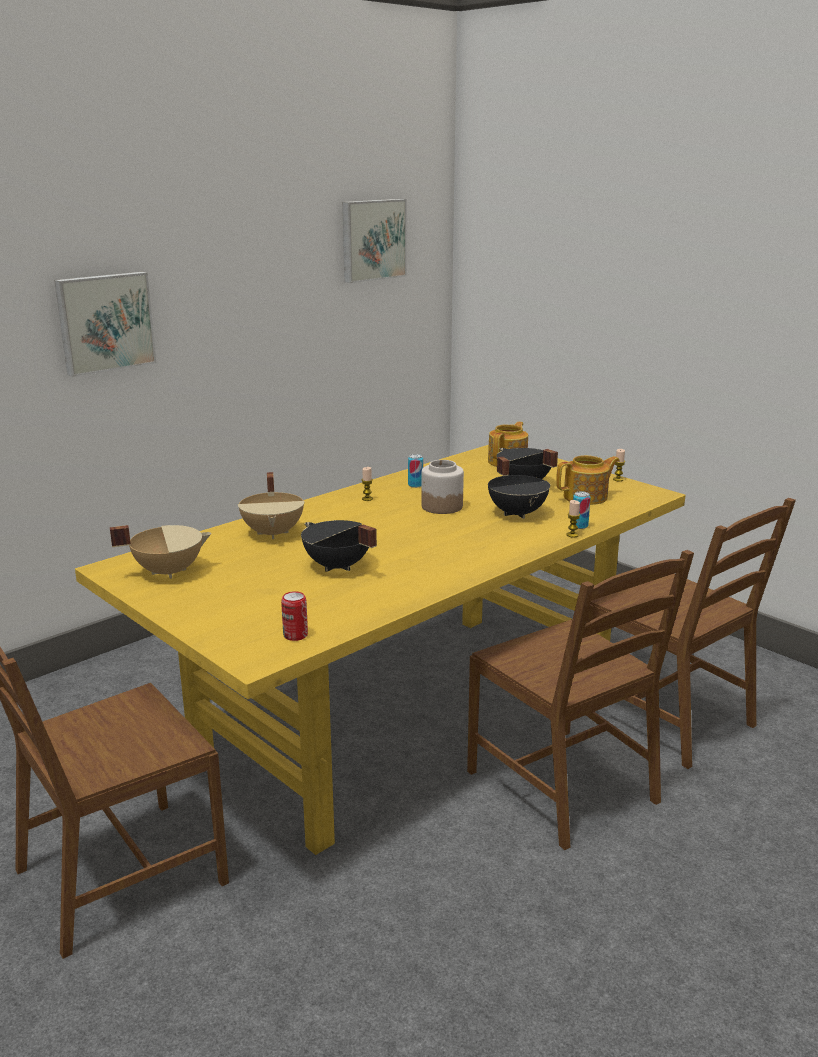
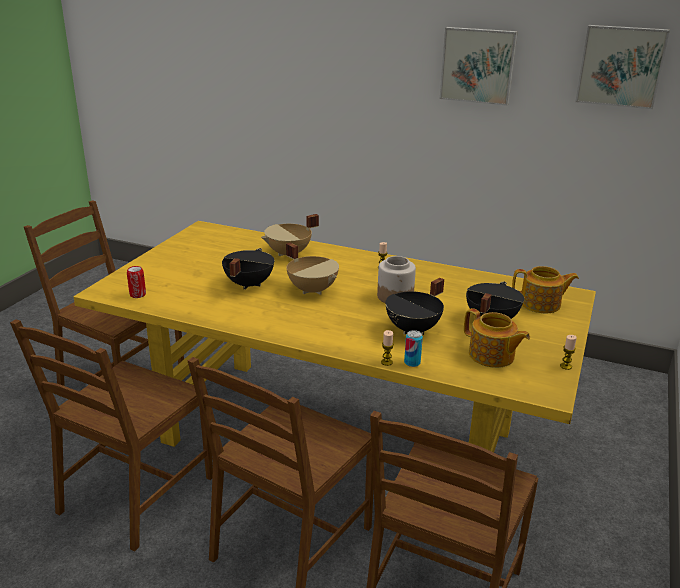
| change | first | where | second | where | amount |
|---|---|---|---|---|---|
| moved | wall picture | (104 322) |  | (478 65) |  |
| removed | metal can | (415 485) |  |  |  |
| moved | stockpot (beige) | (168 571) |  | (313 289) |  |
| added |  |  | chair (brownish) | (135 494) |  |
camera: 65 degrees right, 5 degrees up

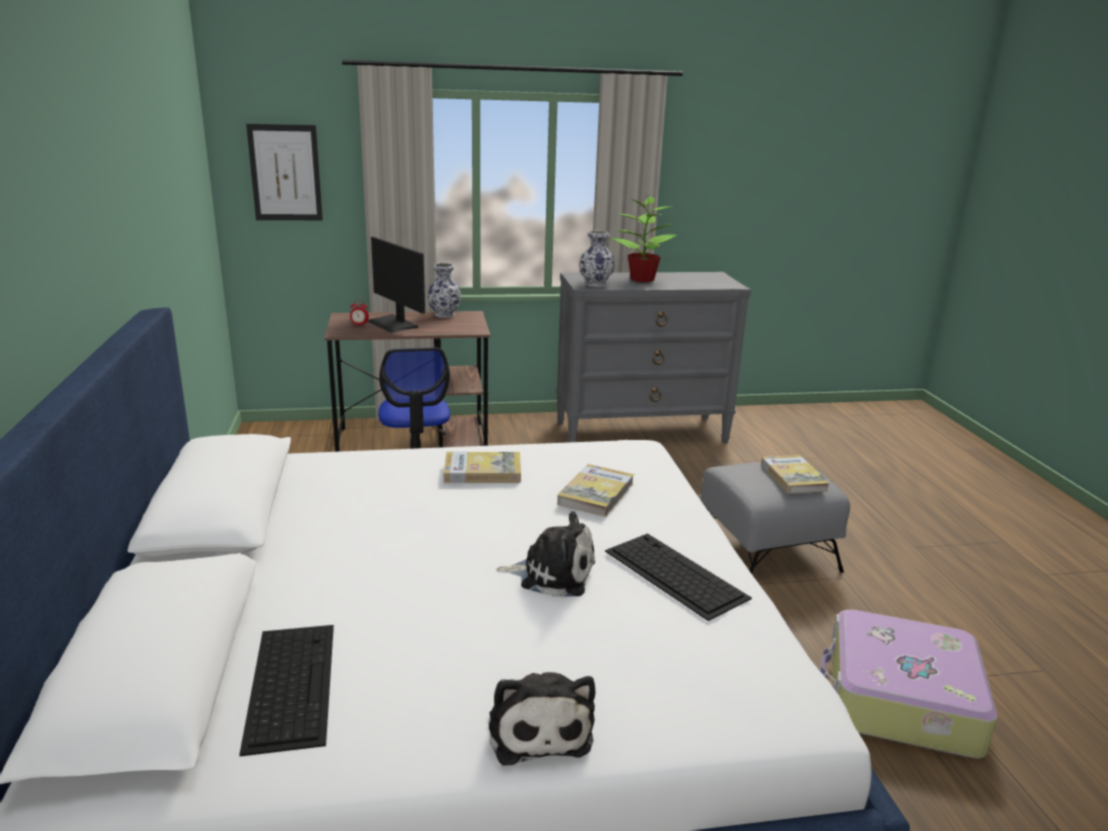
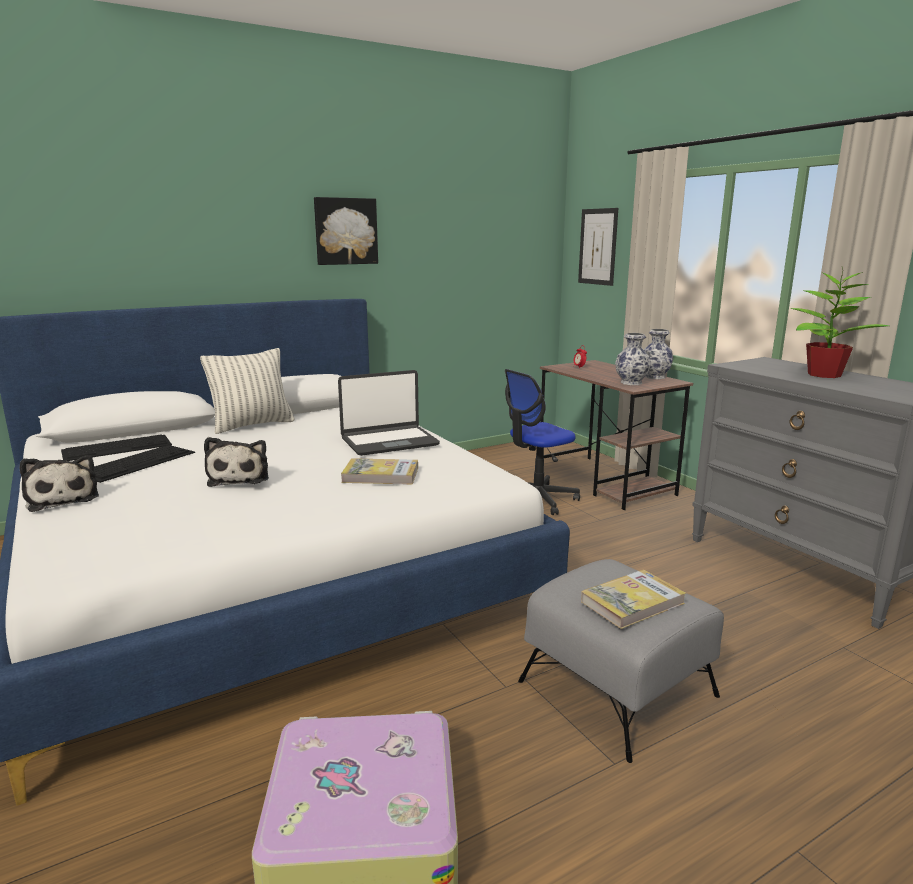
| change | first | where | second | where | amount |
|---|---|---|---|---|---|
| moved | vase | (595 284) |  | (630 383) |  |
| removed | computer screen | (393 324) |  |  |  |
| replaced | bound book | (482 471) | portable computer | (389 442) |  |
| moved | keyboard | (673 573) |  | (138 462) |  |
| turned | soft toy | (538 728) |  | (63 498) | 90 degrees counterclockwise |
| added |  |  | wall picture | (345 231) |  |
| added |  |  | pillow | (252 425) |  |
camera: 70 degrees right, 5 degrees down

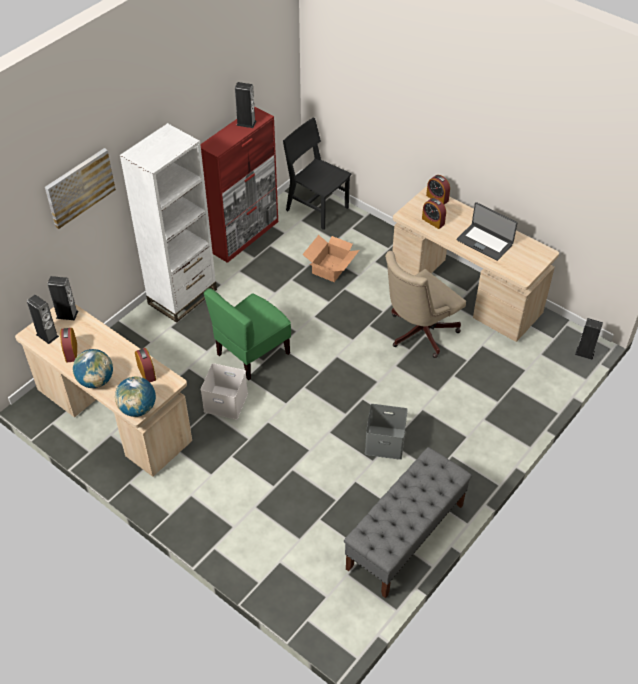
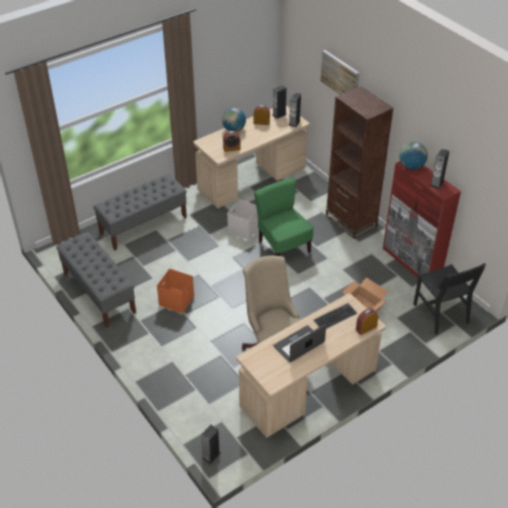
| change | first | where | second | where | amount |
|---|---|---|---|---|---|
| turned | chair (blackish) | (317 208) |  | (440 313) | 105 degrees clockwise |
| recoloured | bookshelf (white-coloured) | (182 296) | bookshelf (brownish) | (351 221) |  |
| replaced | alarm clock | (433 221) | keyboard | (335 317) |  |
| moved | world globe | (138 408) |  | (411 166) |  |
| recoloured | storage box (greyish) | (384 443) | storage box (orange) | (176 299) |  |
| added |  |  | bench (greyish) | (143 225) |  |
camera: 105 degrees right, 5 degrees down

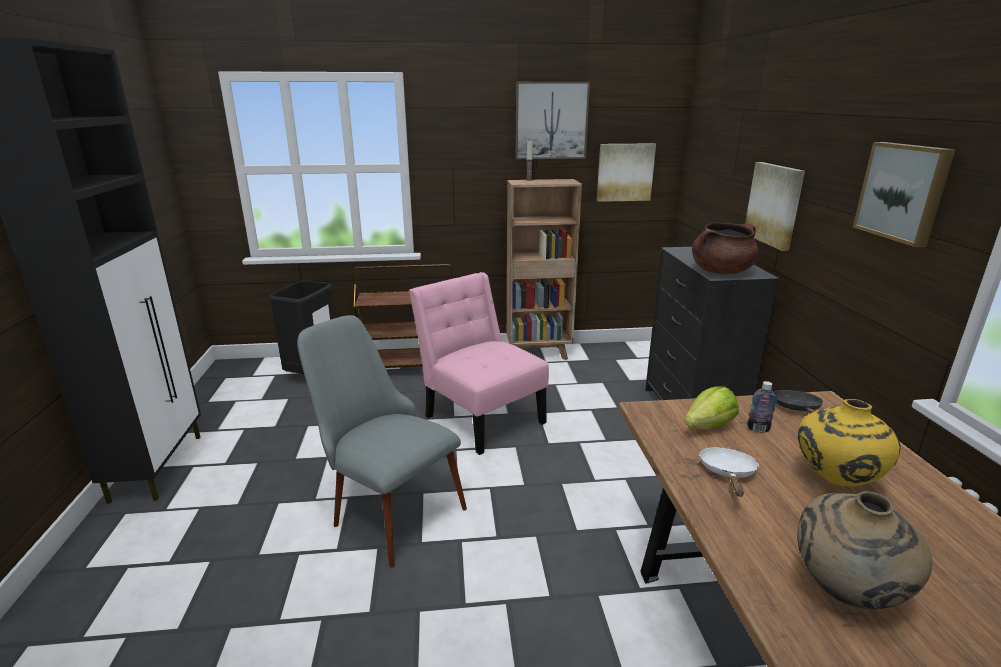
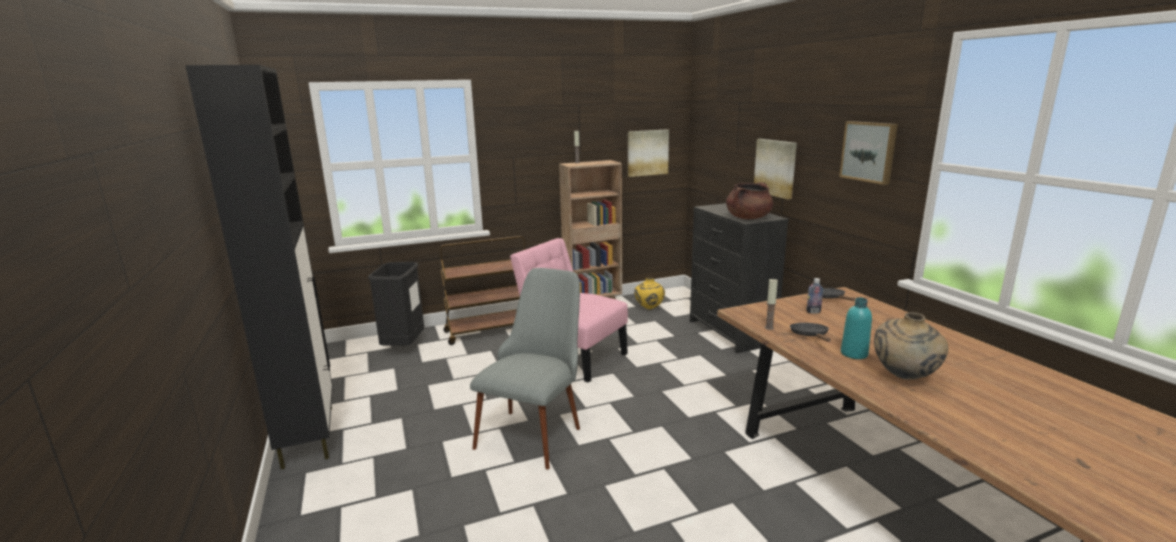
| change | first | where | second | where | amount |
|---|---|---|---|---|---|
| removed | wall picture | (551 121) |  |  |  |
| turned | chair (greyish) | (386 507) |  | (536 428) | 90 degrees clockwise |
| removed | head of lettuce | (708 426) |  |  |  |
| moved | vase (yellowish) | (835 482) |  | (649 309) |  |
| recoloured | pan (white-coloured) | (728 473) | pan (blackish) | (810 336) |  |
| added |  |  | candle | (769 328) |  |
| added |  |  | drink bottle (blue-green) | (854 354) |  |
camera: 15 degrees left, 5 degrees down

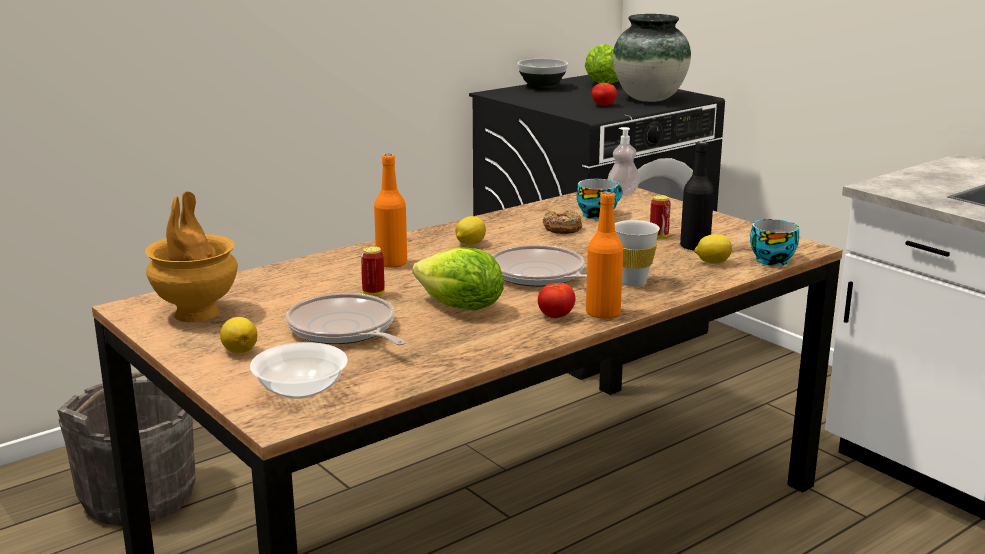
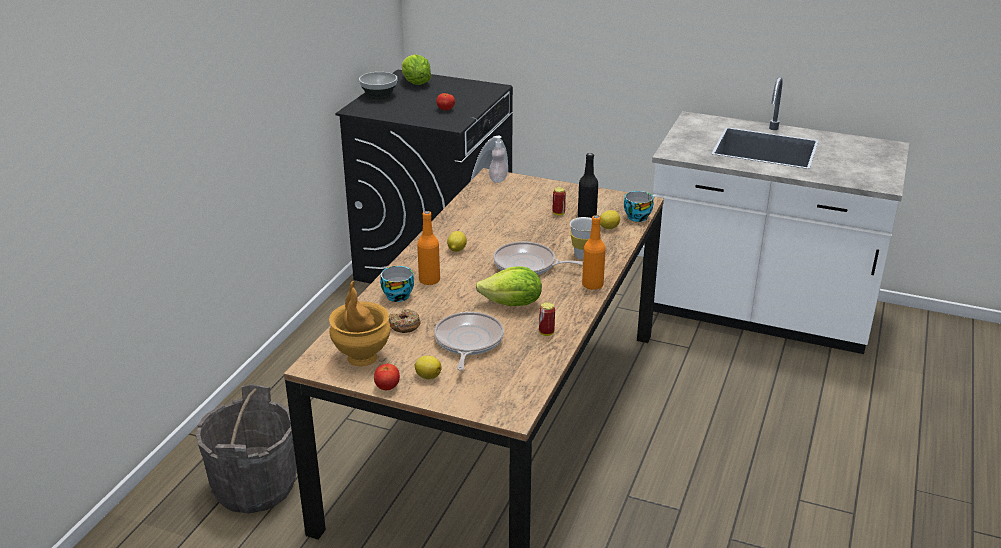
| change | first | where | second | where | amount |
|---|---|---|---|---|---|
| removed | vase | (649 99) |  |  |  |
| moved | small cup | (598 214) |  | (398 295) |  |
| moved | donut | (562 228) |  | (404 325) |  |
| moved | metal can | (373 294) |  | (546 333) |  |
| moved | fresh tomato | (556 316) |  | (387 387) |  |
| turned | pan | (344 330) |  | (468 342) | 75 degrees clockwise |
| removed | serving bowl | (301 389) |  |  |  |
camera: 30 degrees left, 10 degrees up

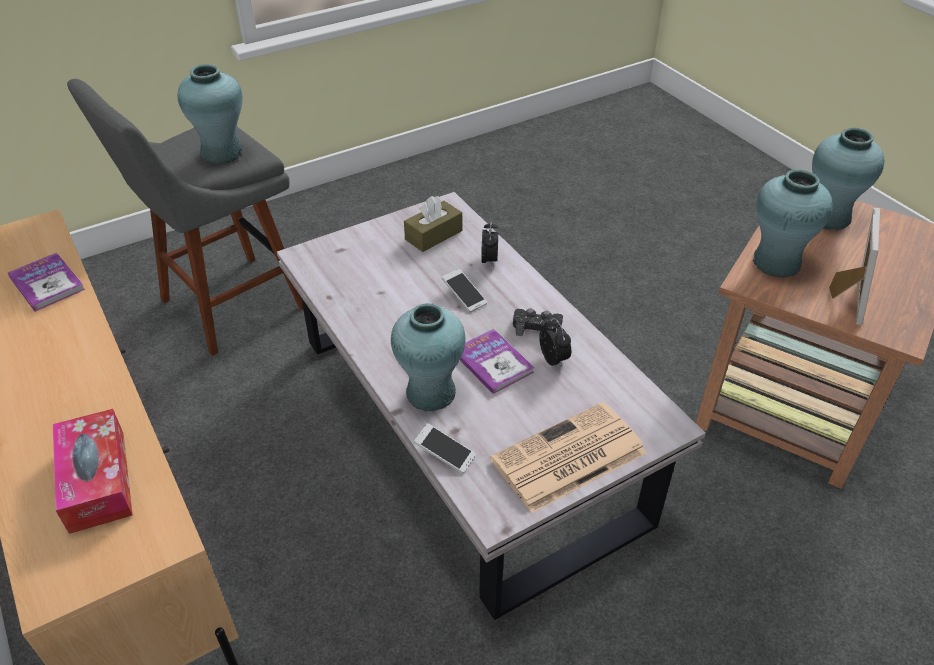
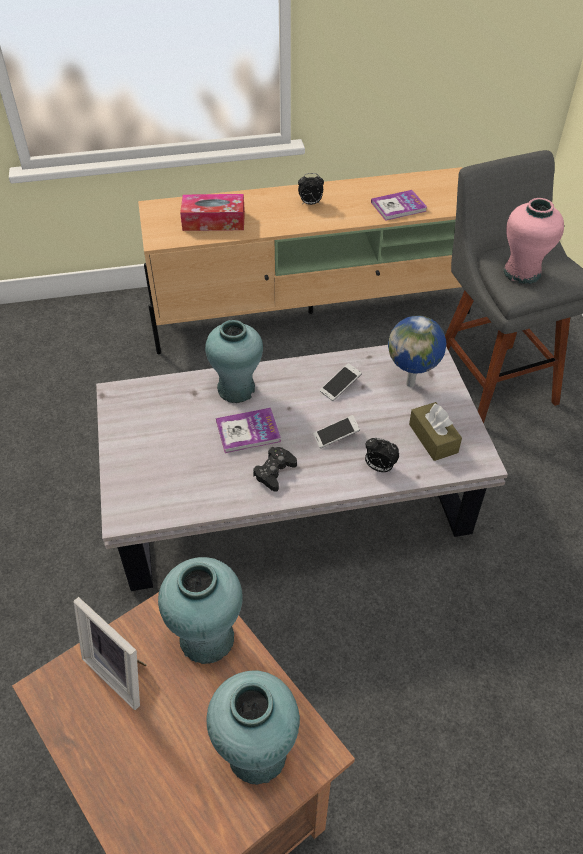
| change | first | where | second | where | amount |
|---|---|---|---|---|---|
| recoloured | vase (blue-green) | (222 152) | vase (pinkish) | (522 273) |  |
| moved | alarm clock | (554 359) |  | (310 203) |  |
| removed | newspaper | (567 458) |  |  |  |
| moved | telephone | (445 454) |  | (340 386) |  |
| added |  |  | world globe | (411 383) |  |
camera: 110 degrees right, 5 degrees up

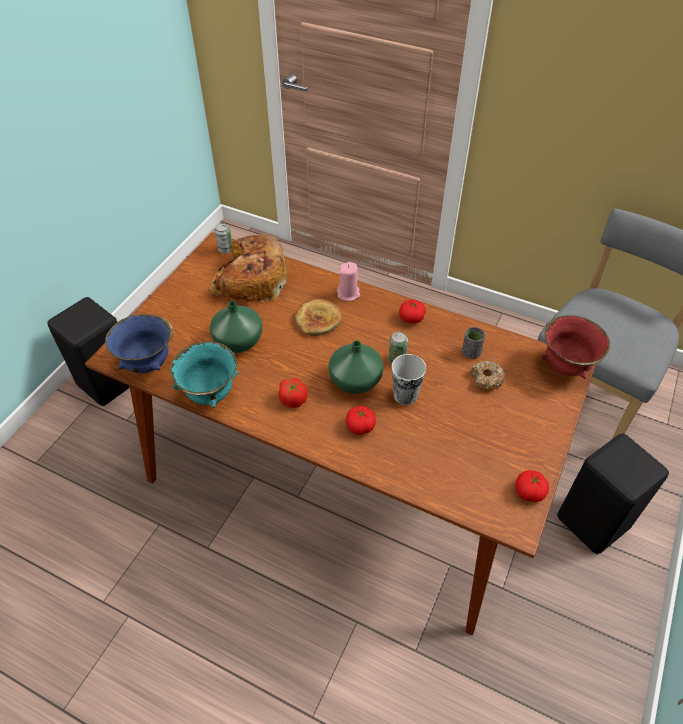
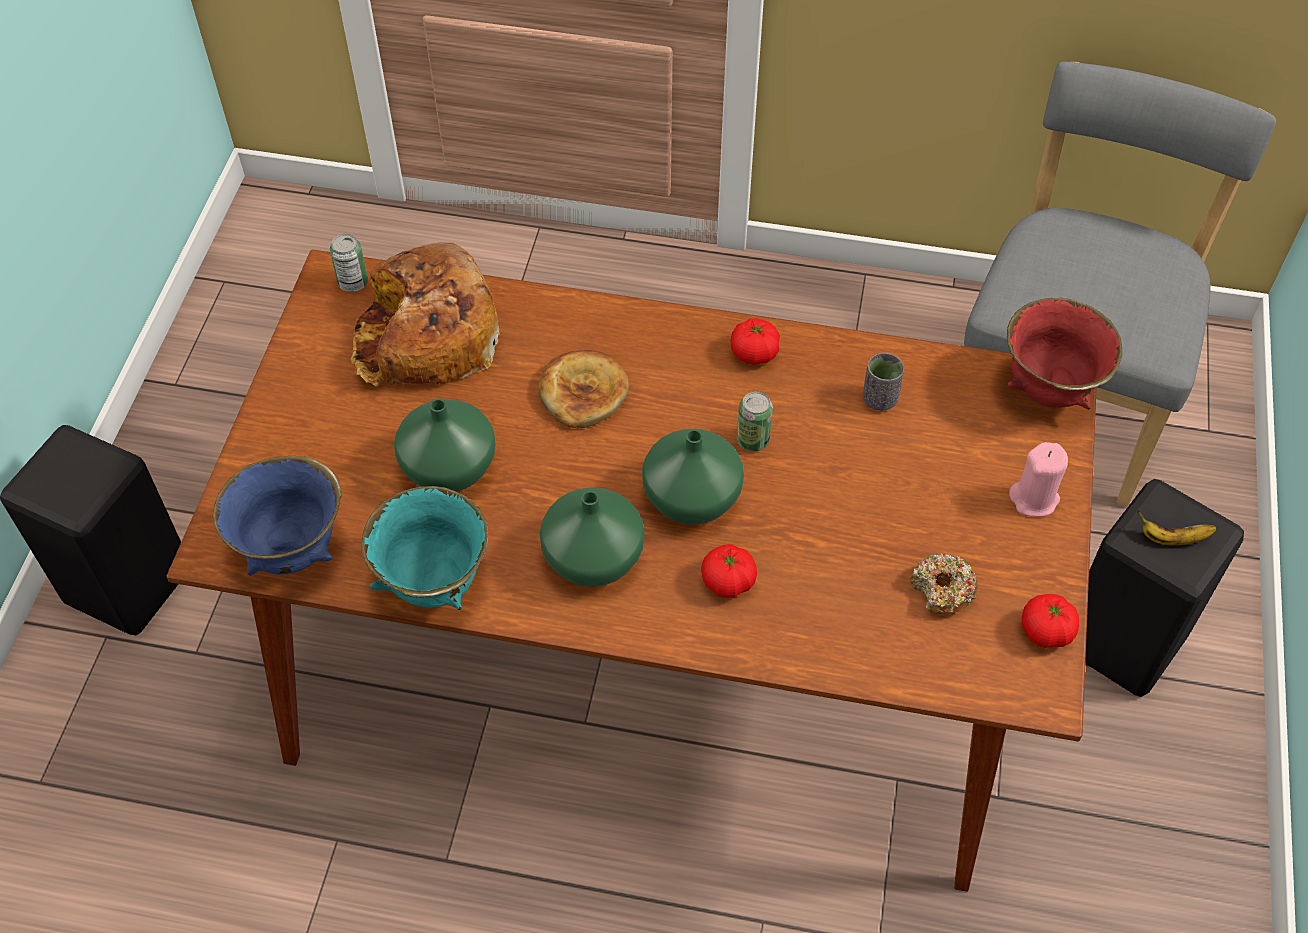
| change | first | where | second | where | amount |
|---|---|---|---|---|---|
| moved | candle (pinkish) | (348 294) |  | (1034 498) |  |
| removed | small cup | (405 395) |  |  |  |
| moved | donut | (486 379) |  | (942 590) |  |
| replaced | fresh tomato | (293 399) | vase (greenish) | (591 558) |  |
| added |  |  | banana | (1172 539) |  |
camera: 15 degrees left, 5 degrees up

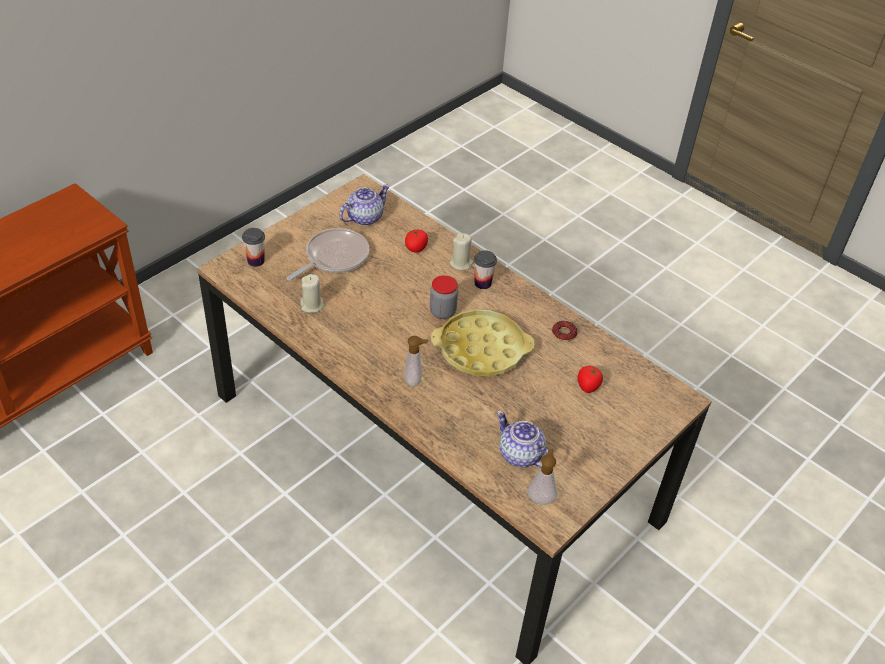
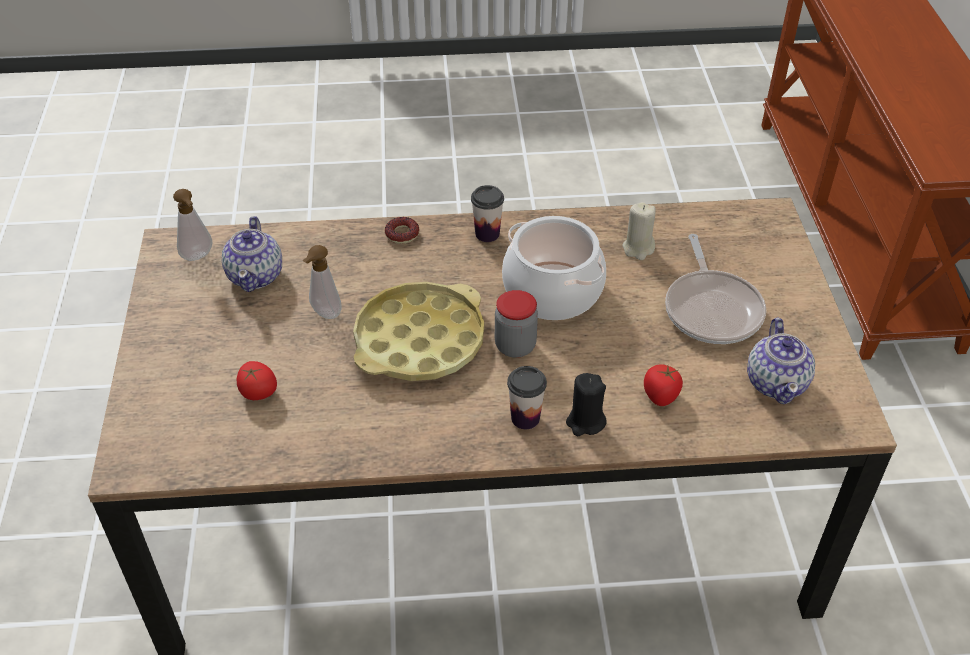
| change | first | where | second | where | amount |
|---|---|---|---|---|---|
| moved | small cup | (256 261) |  | (487 234) |  |
| recoloured | candle (beige) | (461 263) | candle (blackish) | (585 422) |  |
| moved | donut | (564 333) |  | (402 234) |  |
| moved | liquid soap bottle | (414 381) |  | (324 314) |  |
| turned | pot for tea | (520 455) |  | (256 275) | 90 degrees clockwise |
| added |  |  | stockpot | (552 291) |  |
camera: 135 degrees right, 0 degrees up

